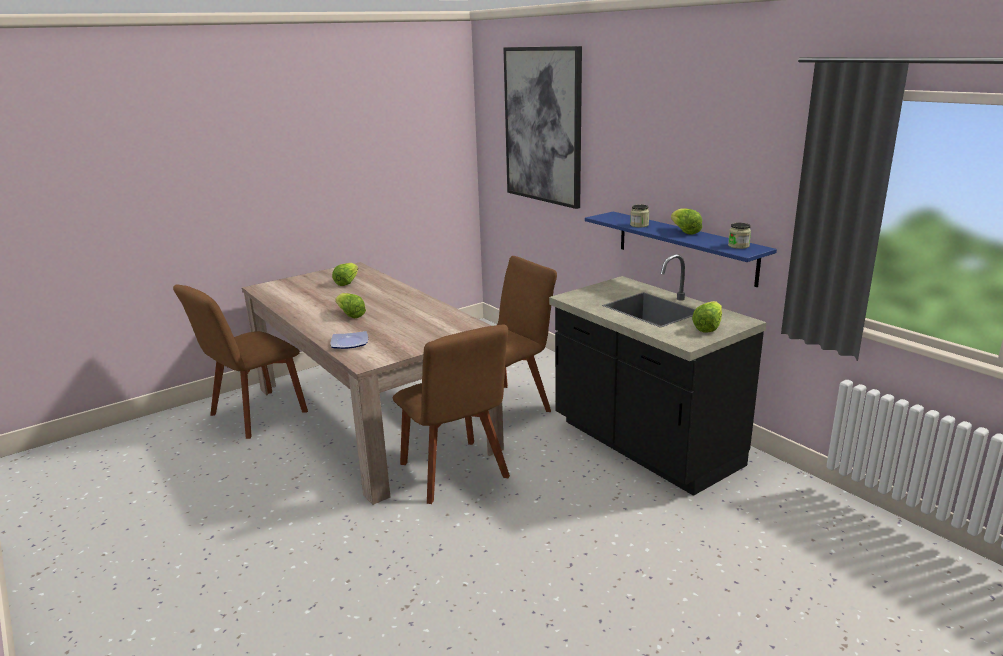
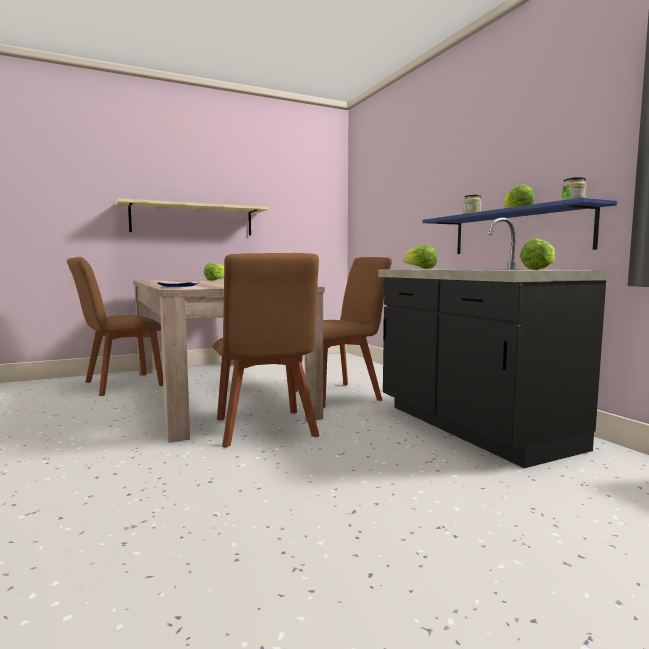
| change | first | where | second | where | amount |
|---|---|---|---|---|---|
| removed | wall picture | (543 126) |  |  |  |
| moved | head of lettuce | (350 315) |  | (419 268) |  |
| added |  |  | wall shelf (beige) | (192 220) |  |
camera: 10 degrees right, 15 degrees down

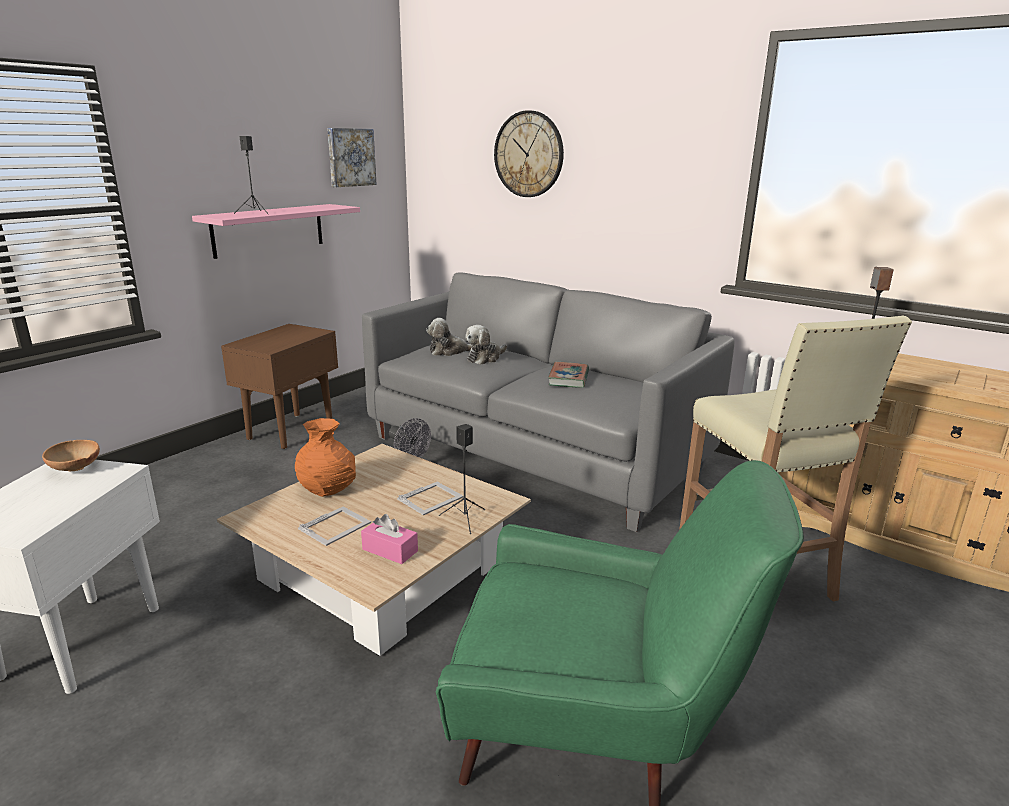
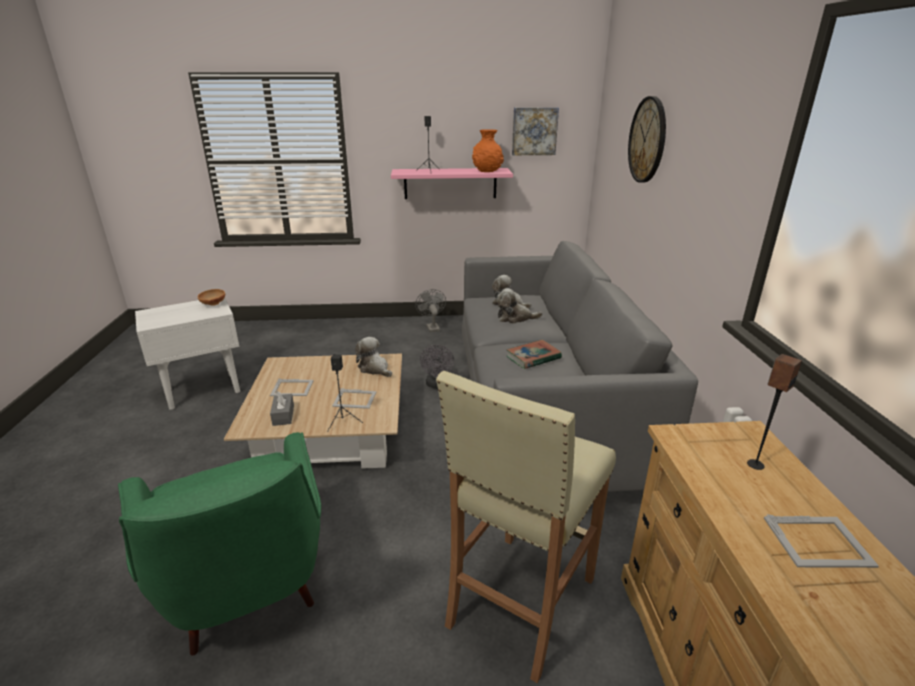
| change | first | where | second | where | amount |
|---|---|---|---|---|---|
| replaced | side table (brownish) | (290 431) | electric fan (greyish) | (431 327) |  |
| moved | vase (orange) | (328 489) |  | (487 171) |  |
| recoloured | tissue holder (pinkish) | (390 550) | tissue holder (greyish) | (283 415) |  |
| added |  |  | soft toy | (374 368) |  |
| added |  |  | standing frame | (819 542) |  |
camera: 50 degrees right, 5 degrees up

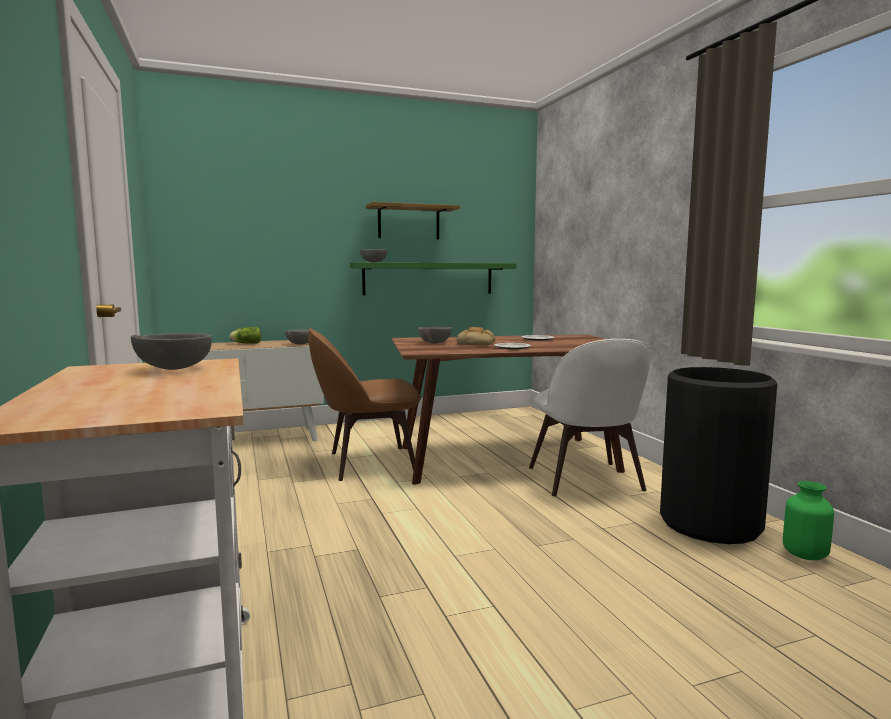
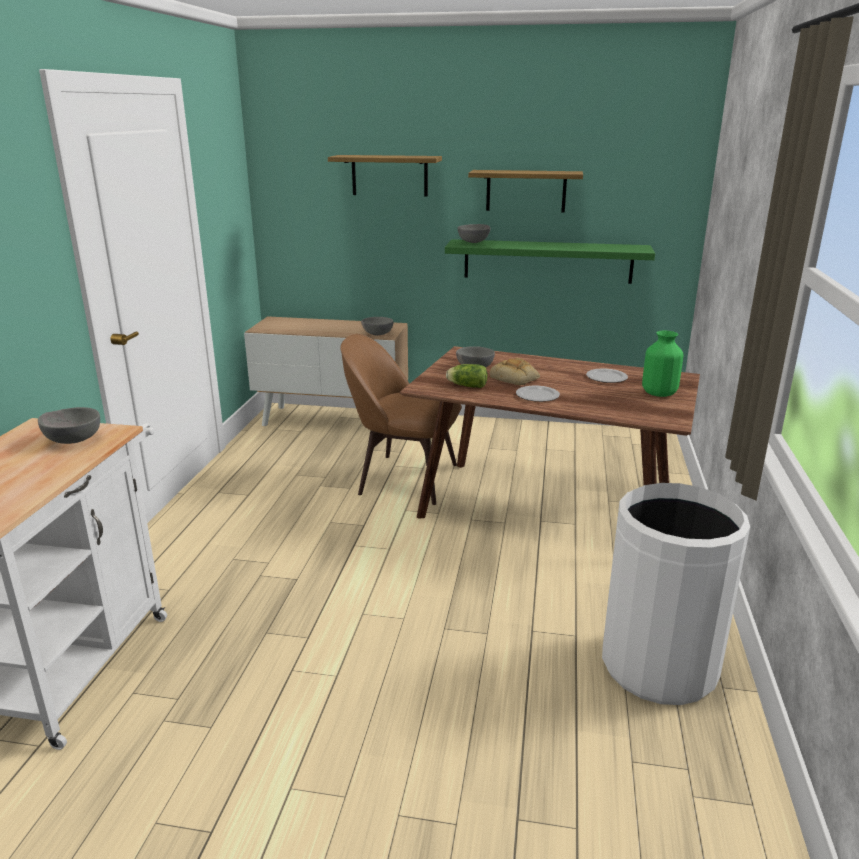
| change | first | where | second | where | amount |
|---|---|---|---|---|---|
| moved | head of lettuce | (245 343) |  | (466 386) |  |
| removed | chair (white-coloured) | (586 480) |  |  |  |
| recoloured | trash can (blackish) | (710 523) | trash can (white-coloured) | (658 666) |  |
| moved | vase (greenish) | (804 554) |  | (658 393) |  |
| added |  |  | wall shelf | (389 175) |  |
camera: 30 degrees right, 15 degrees up

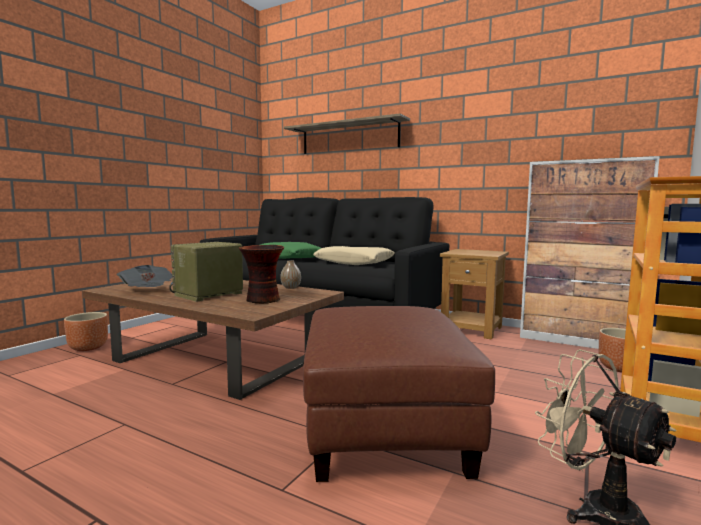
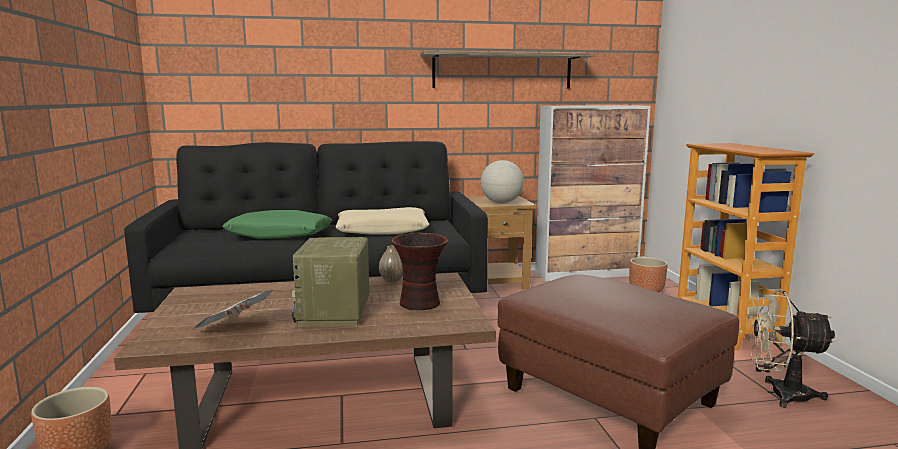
| change | first | where | second | where | amount |
|---|---|---|---|---|---|
| moved | wall shelf | (349 137) |  | (502 71) |  |
| added |  |  | world globe | (501 203) |  |
camera: 40 degrees left, 5 degrees up

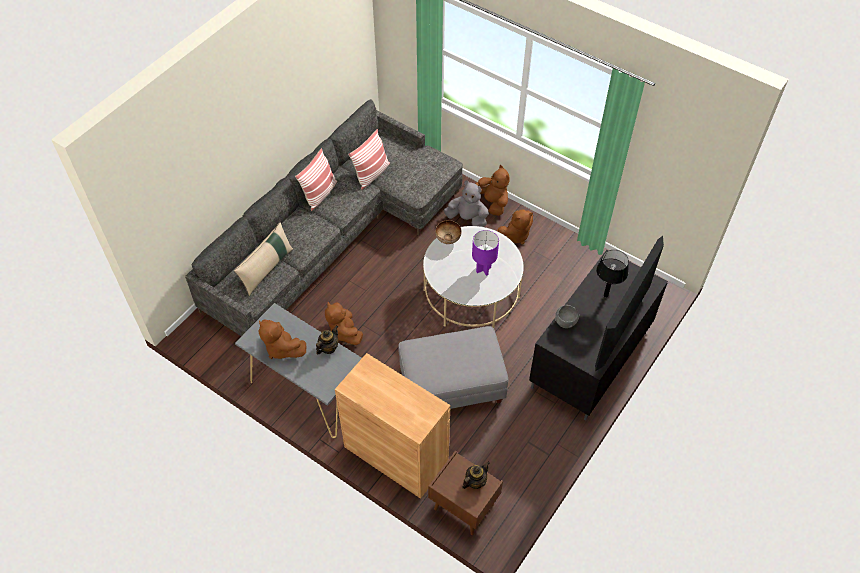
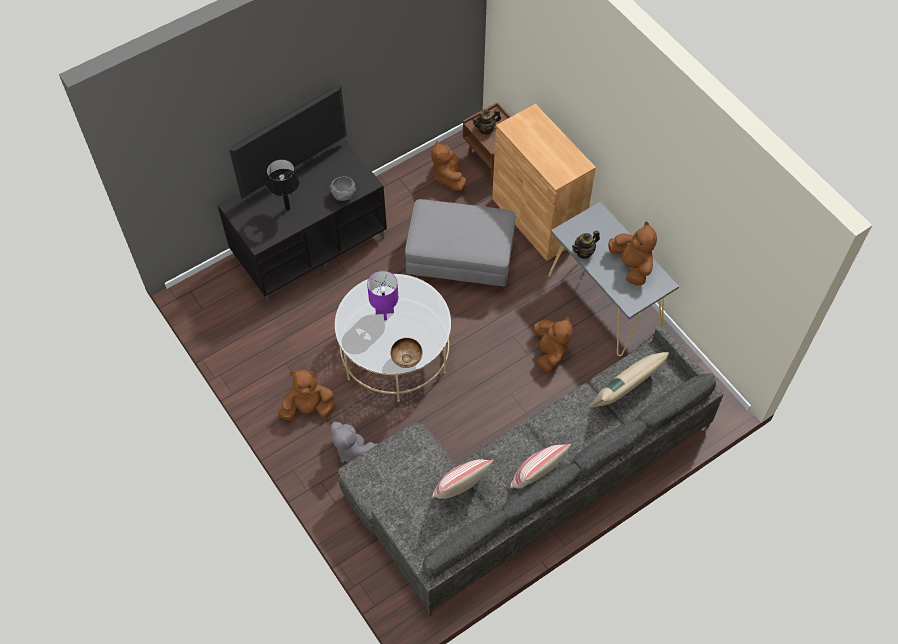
| change | first | where | second | where | amount |
|---|---|---|---|---|---|
| moved | soft toy (brownish) | (493 202) |  | (448 177) |  |
camera: 160 degrees left, 5 degrees up

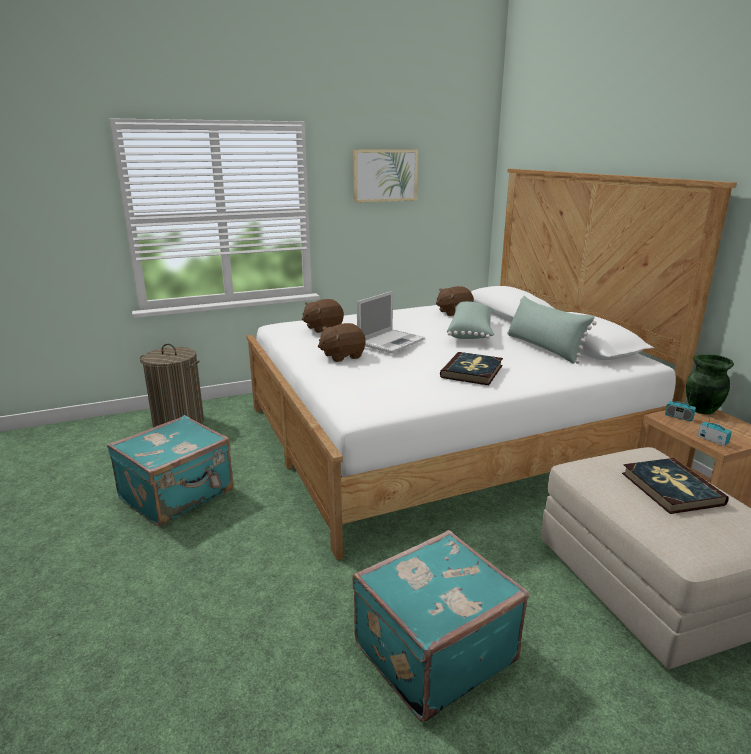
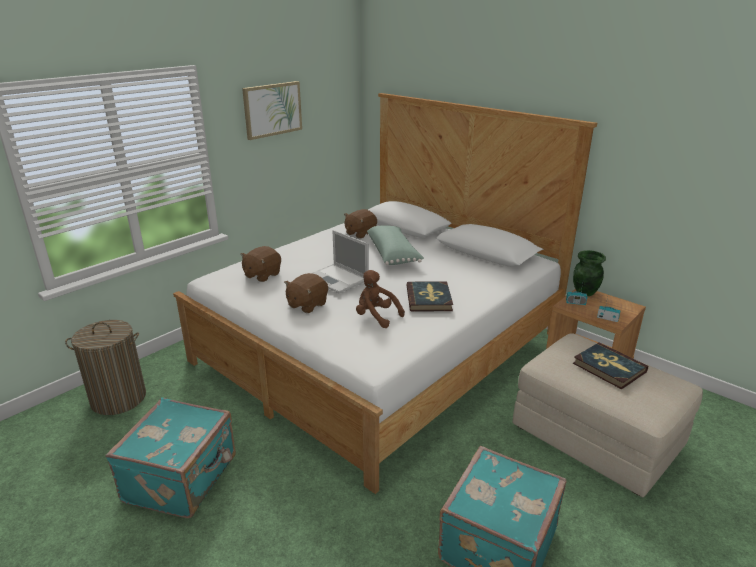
| change | first | where | second | where | amount |
|---|---|---|---|---|---|
| turned | portable computer | (391 341) |  | (338 279) | 120 degrees clockwise |
| removed | pillow (greenish) | (543 348) |  |  |  |
| added |  |  | soft toy (brownish) | (376 317) |  |
camera: 25 degrees left, 5 degrees up

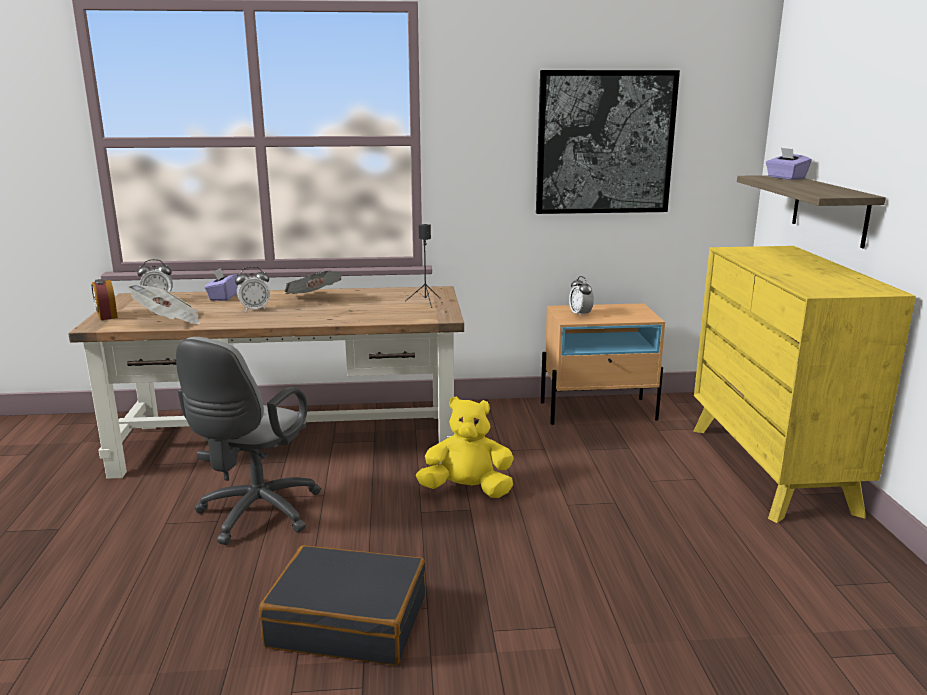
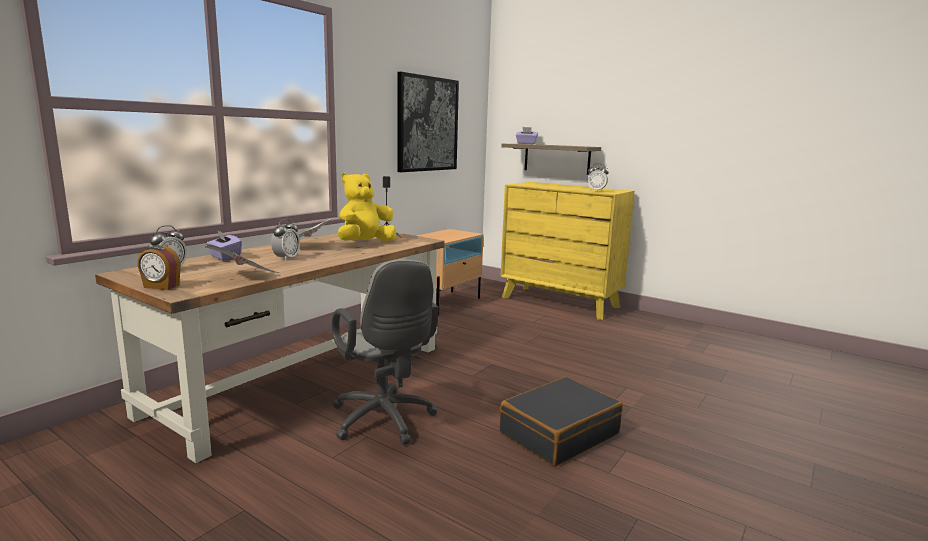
| change | first | where | second | where | amount |
|---|---|---|---|---|---|
| moved | alarm clock | (580 314) |  | (596 191) |  |
| moved | soft toy (yellowish) | (467 490) |  | (365 243) |  |
camera: 50 degrees left, 5 degrees down

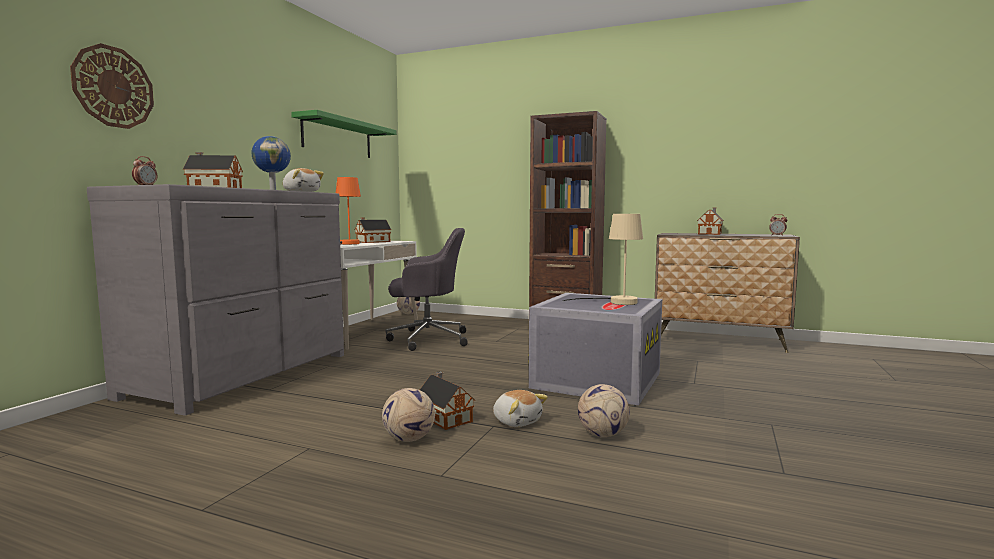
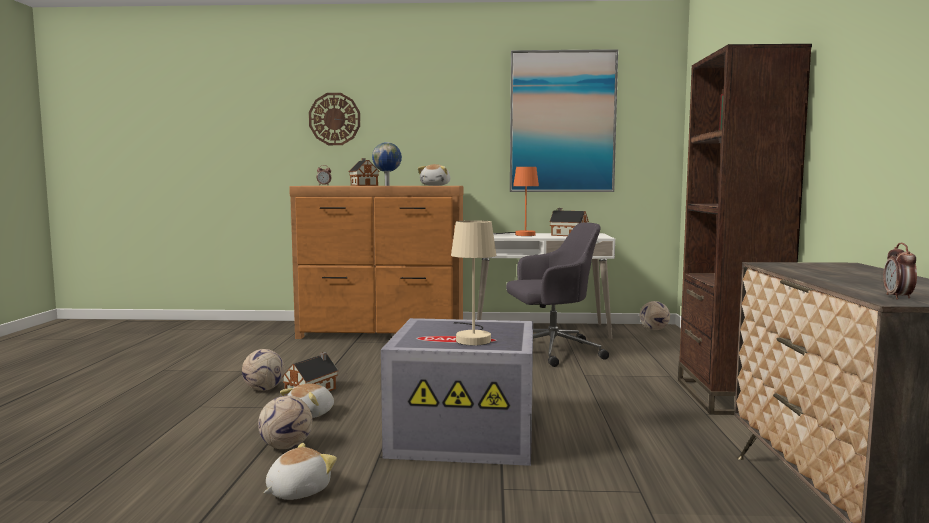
| change | first | where | second | where | amount |
|---|---|---|---|---|---|
| replaced | wall shelf (greenish) | (337 137) | wall picture | (562 122) |  |
| recoloured | drawer chest (greyish) | (245 375) | drawer chest (brownish) | (383 331) |  |
| removed | miniature house | (710 234) |  |  |  |
| turned | desk chair (greyish) | (426 339) |  | (551 352) | 75 degrees counterclockwise |
| added |  |  | soft toy | (297 491) |  |
camera: 70 degrees right, 0 degrees up

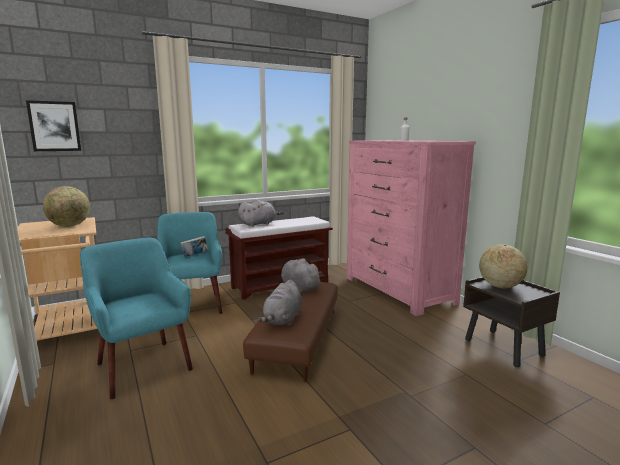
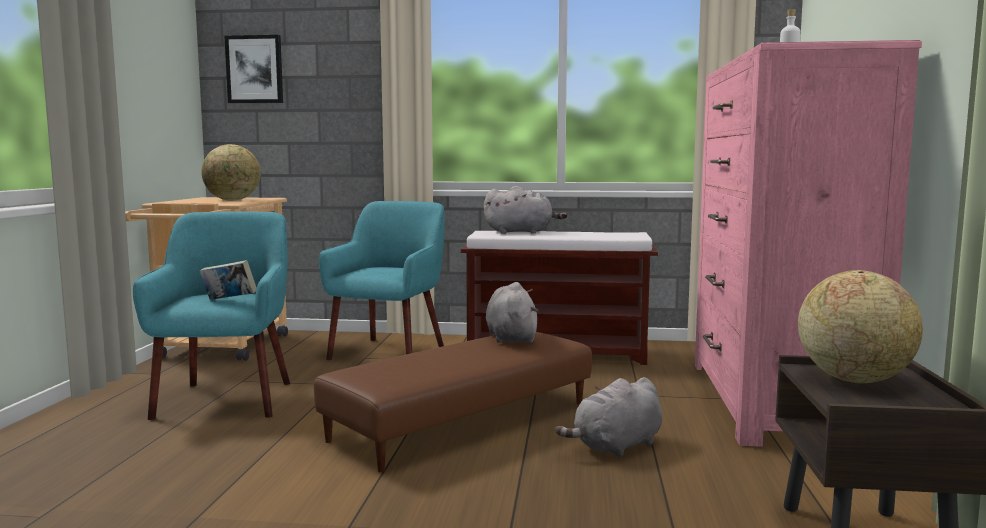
| change | first | where | second | where | amount |
|---|---|---|---|---|---|
| moved | bound book | (195 256) |  | (229 300) |  |
| moved | soft toy (greyish) | (283 320) |  | (616 447) |  |
camera: 35 degrees right, 5 degrees down

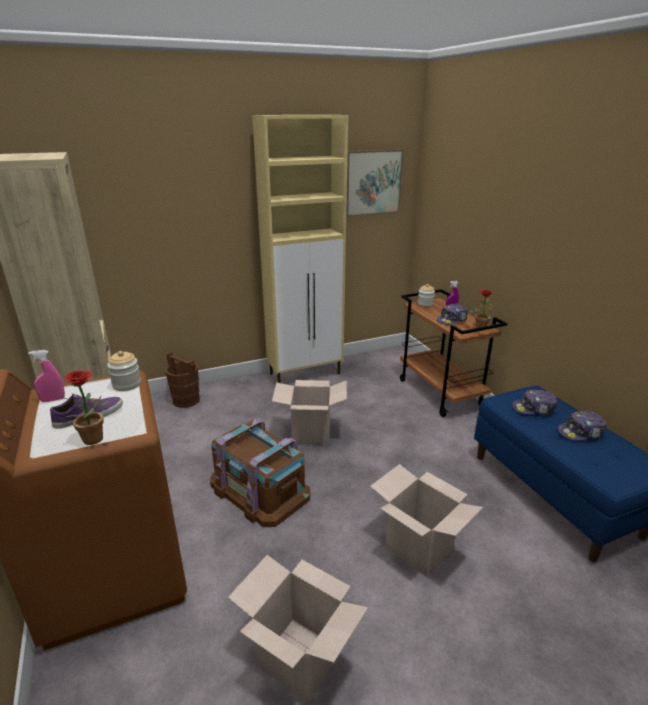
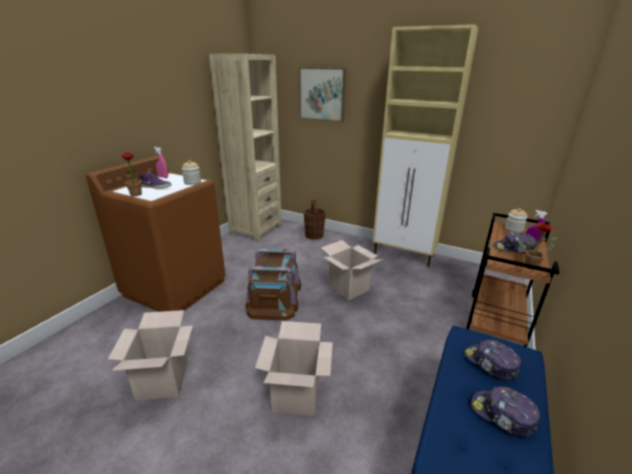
| change | first | where | second | where | amount |
|---|---|---|---|---|---|
| moved | wall picture | (372 182) |  | (322 94) |  |
camera: 50 degrees right, 0 degrees up

